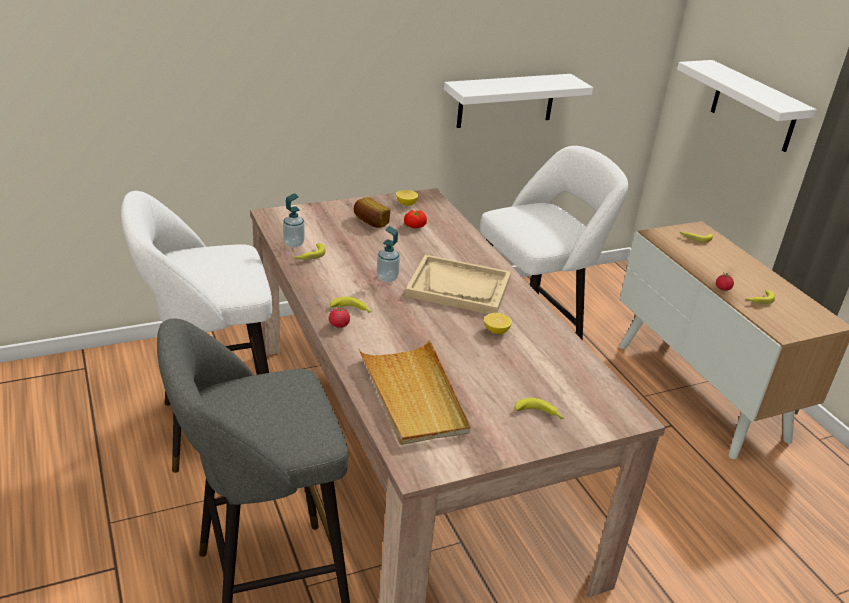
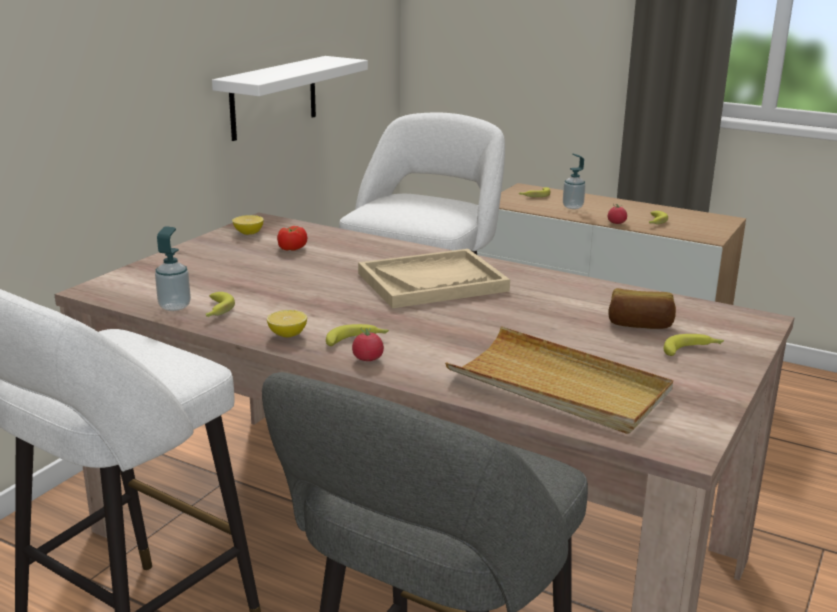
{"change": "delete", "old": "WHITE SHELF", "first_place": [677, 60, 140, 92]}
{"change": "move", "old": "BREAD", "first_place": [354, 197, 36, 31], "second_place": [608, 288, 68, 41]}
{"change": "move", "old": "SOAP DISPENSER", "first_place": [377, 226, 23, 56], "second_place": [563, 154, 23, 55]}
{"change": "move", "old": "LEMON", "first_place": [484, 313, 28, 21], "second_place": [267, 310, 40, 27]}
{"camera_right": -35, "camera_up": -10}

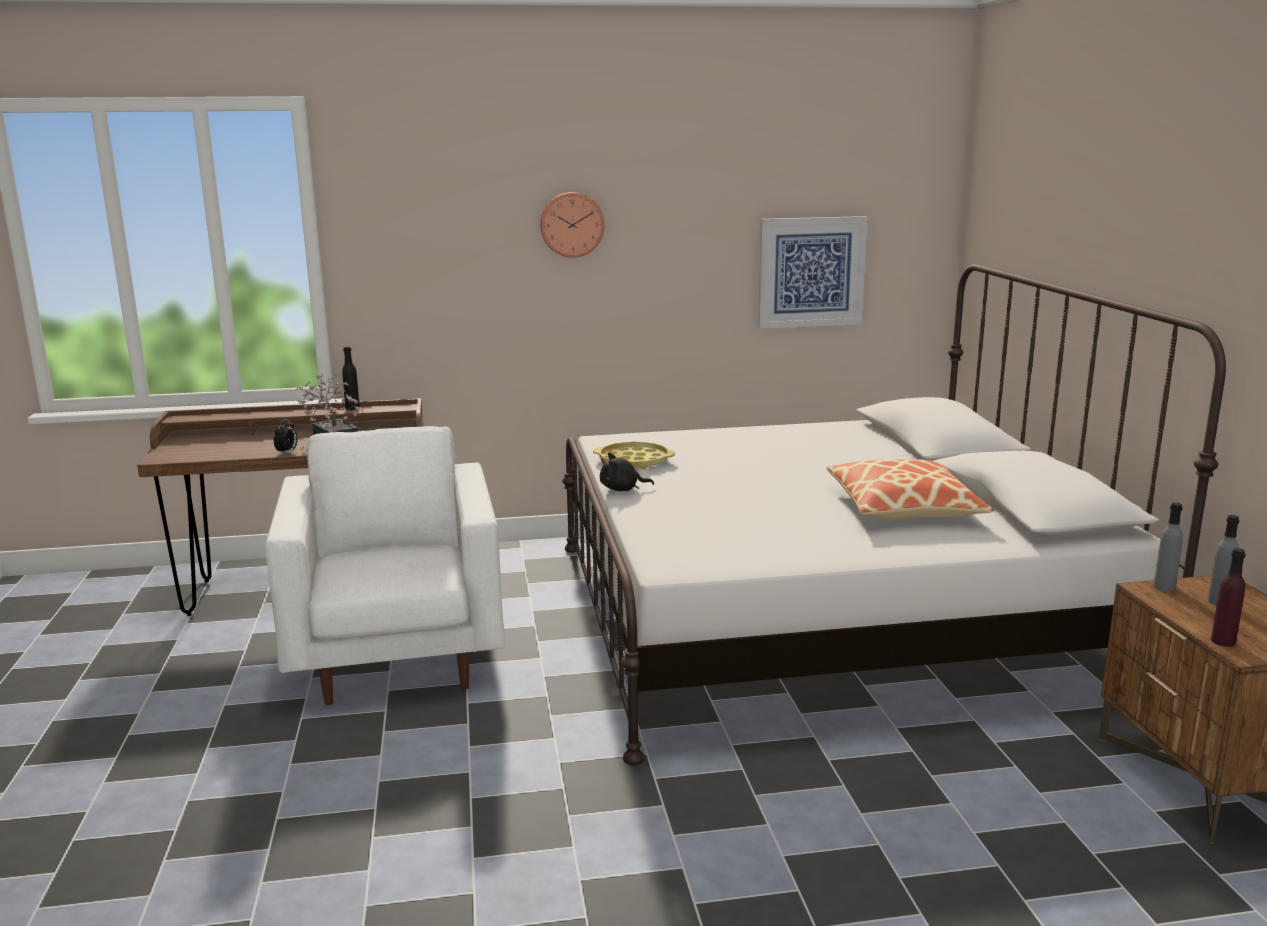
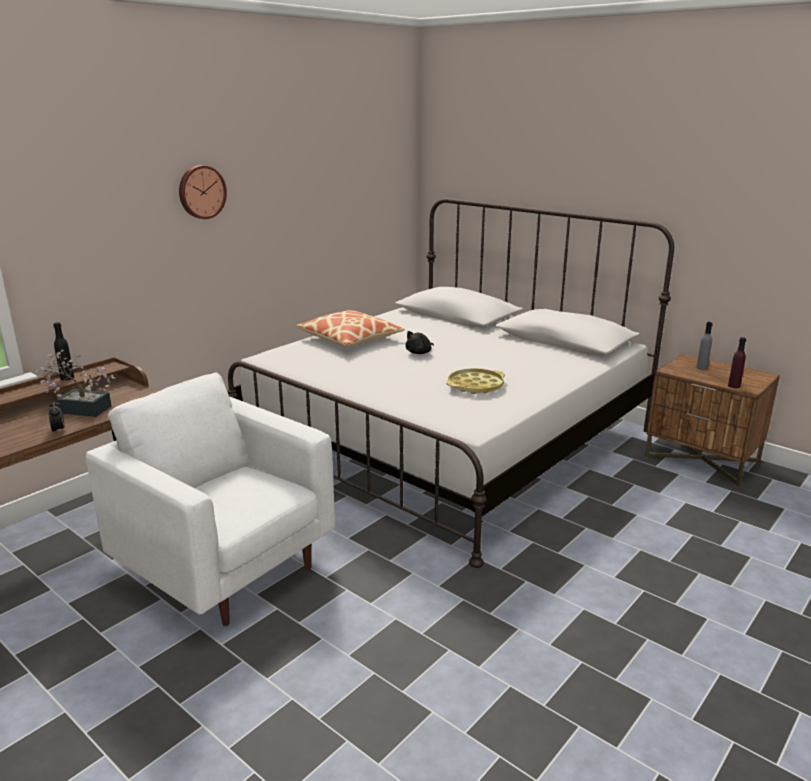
{"change": "delete", "old": "PICTURE", "first_place": [758, 216, 109, 112]}
{"change": "delete", "old": "GREY BOTTLE", "first_place": [1153, 502, 30, 89]}
{"change": "move", "old": "YELLOW TRAY", "first_place": [593, 441, 82, 28], "second_place": [446, 368, 59, 26]}
{"change": "move", "old": "BLACK PLUSH TOY", "first_place": [600, 453, 54, 38], "second_place": [406, 331, 28, 23]}
{"change": "move", "old": "PILLOW", "first_place": [826, 459, 167, 60], "second_place": [296, 310, 109, 37]}
{"camera_right": -40, "camera_up": 5}

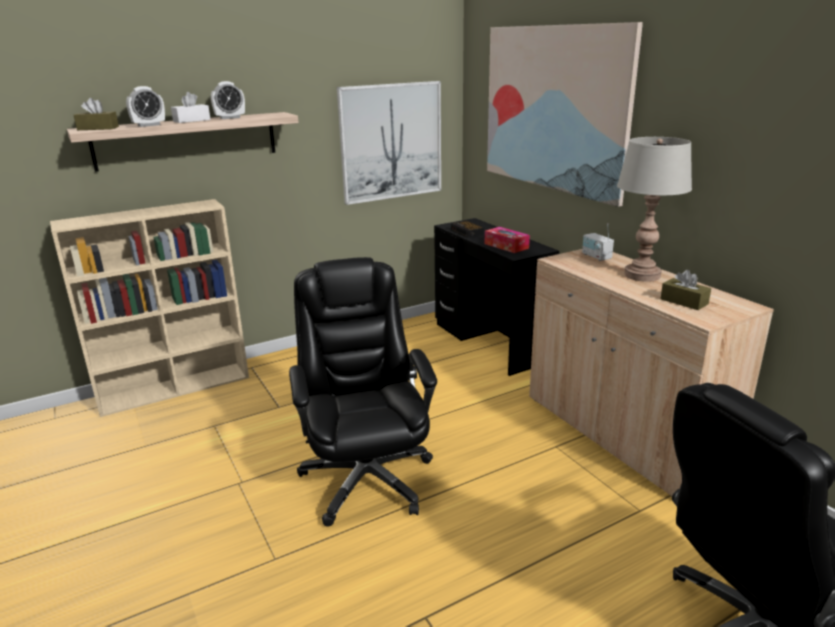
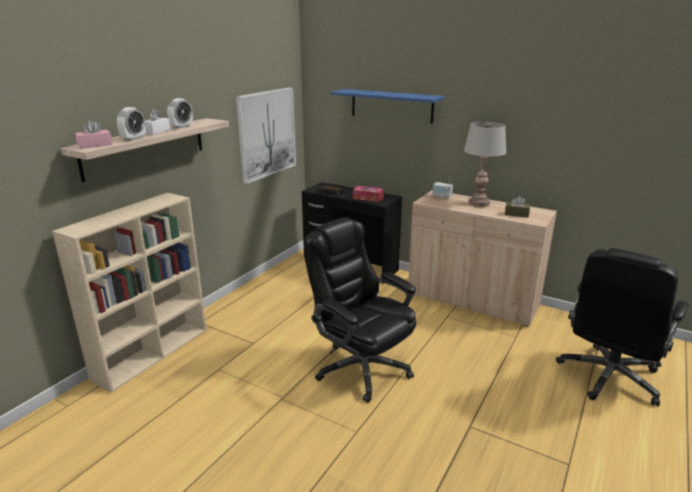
{"change": "replace", "old": "PICTURE", "new": "BLUE SHELF", "first_place": [487, 22, 156, 185], "second_place": [330, 89, 115, 35]}
{"change": "recolor", "old": "BROWN TISSUE BOX", "new": "PINK TISSUE BOX", "first_place": [74, 98, 45, 32], "second_place": [75, 120, 38, 29]}
{"camera_right": -30, "camera_up": 0}

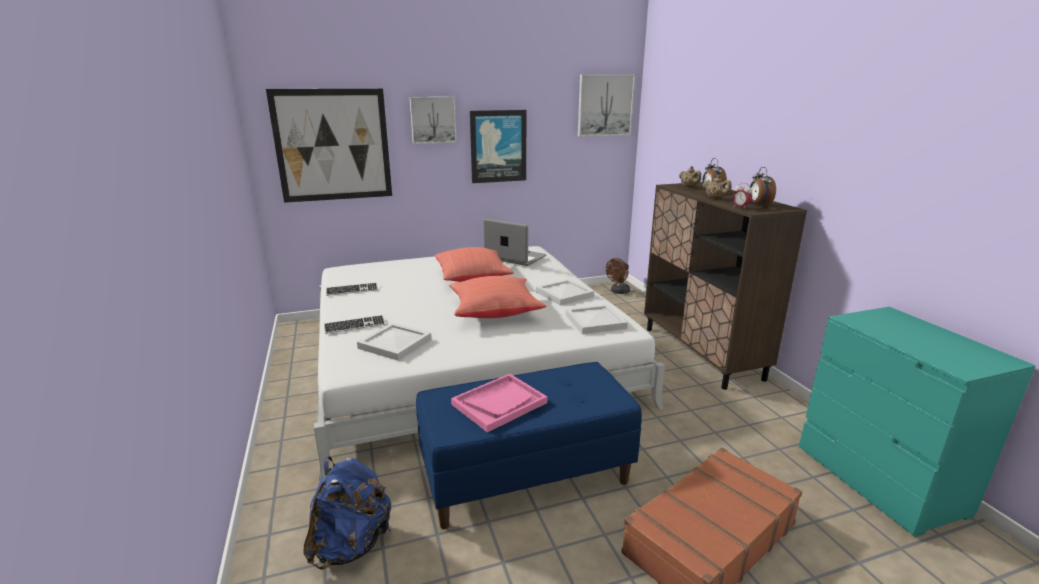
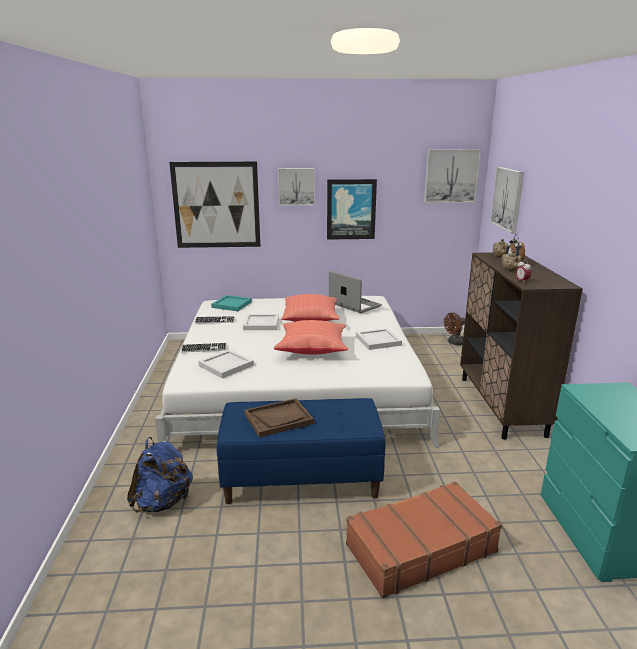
{"change": "delete", "old": "ALARM CLOCK", "first_place": [750, 167, 26, 39]}
{"change": "insert", "new": "TURQUOISE TRAY", "second_place": [211, 295, 41, 16]}
{"change": "insert", "new": "PICTURE", "second_place": [490, 167, 34, 66]}
{"change": "move", "old": "WHITE TRAY", "first_place": [565, 304, 63, 30], "second_place": [243, 314, 36, 16]}
{"change": "recolor", "old": "PINK TRAY", "new": "BROWN TRAY", "first_place": [451, 374, 96, 58], "second_place": [245, 398, 69, 40]}
{"camera_right": 15, "camera_up": 0}

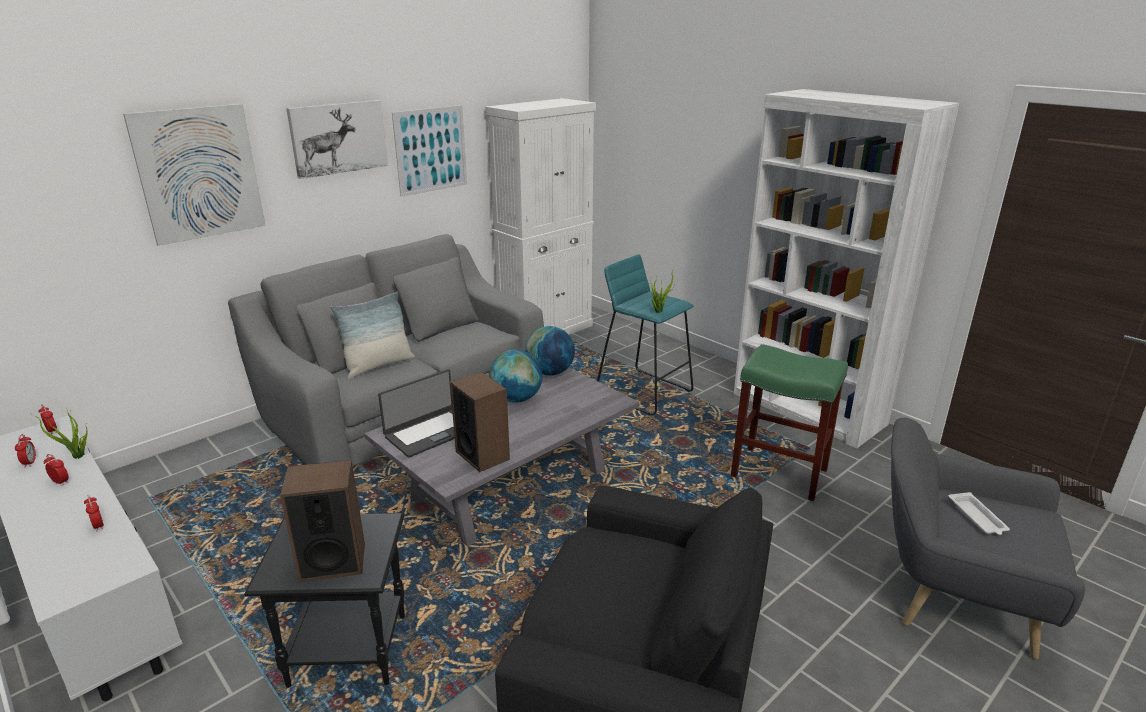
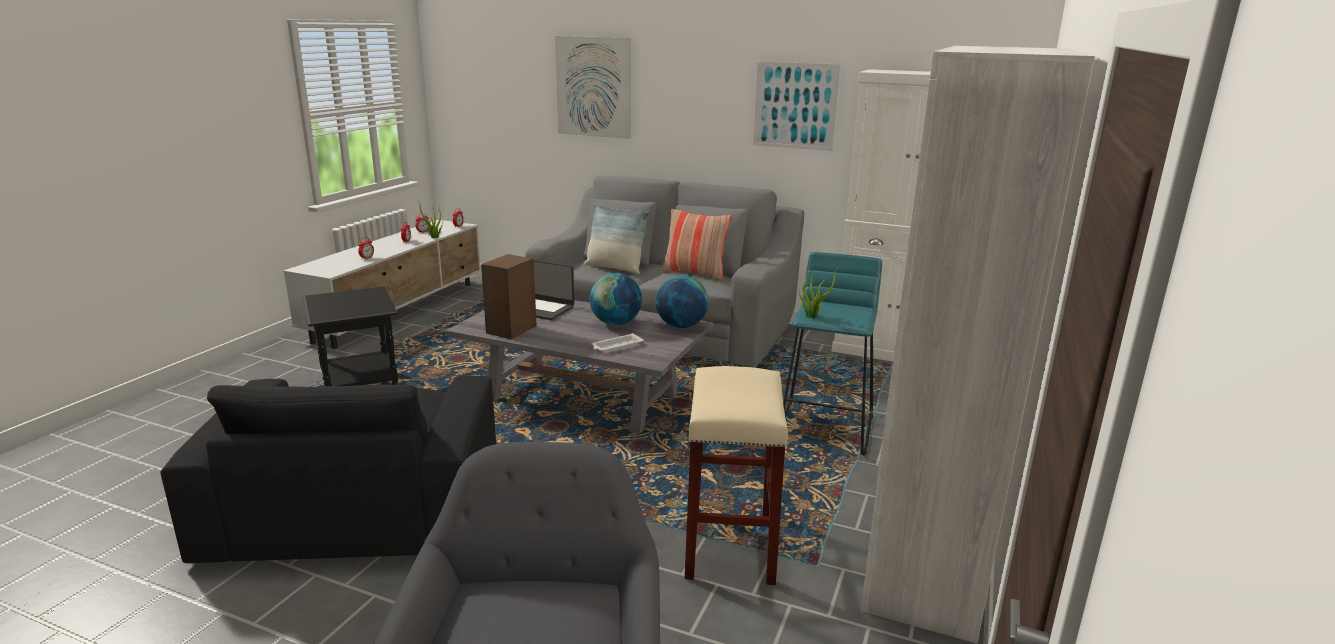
{"change": "delete", "old": "SPEAKER", "first_place": [280, 460, 85, 122]}
{"change": "delete", "old": "PICTURE", "first_place": [286, 100, 102, 79]}
{"change": "insert", "new": "PILLOW", "second_place": [661, 209, 71, 71]}
{"change": "move", "old": "WHITE TRAY", "first_place": [949, 492, 61, 43], "second_place": [591, 333, 52, 20]}
{"change": "recolor", "old": "GREEN STOOL", "new": "BEIGE STOOL", "first_place": [731, 344, 117, 157], "second_place": [685, 366, 103, 219]}
{"camera_right": 65, "camera_up": -5}

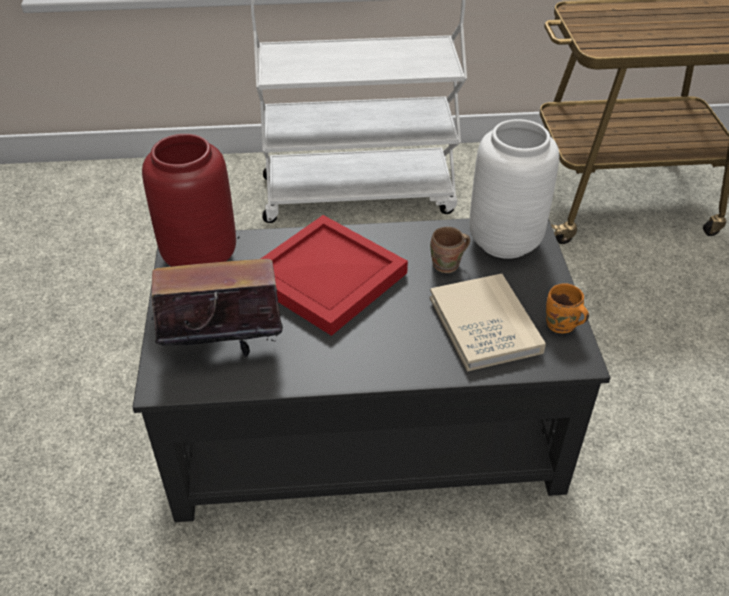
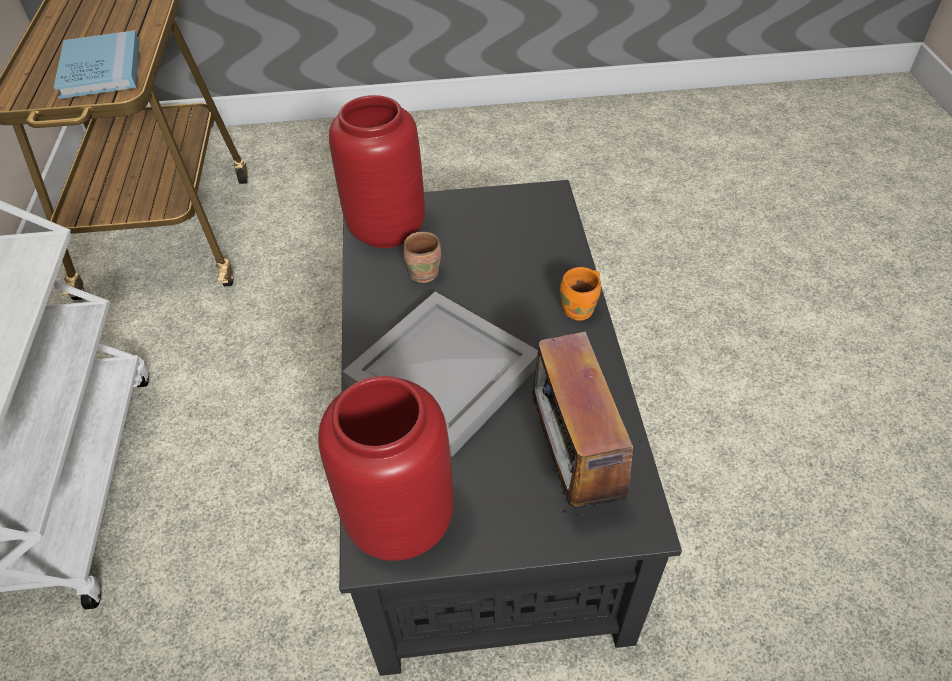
{"change": "delete", "old": "BEIGE BOOK", "first_place": [430, 274, 116, 98]}
{"change": "insert", "new": "BLUE BOOK", "second_place": [54, 30, 86, 69]}
{"change": "move", "old": "ORANGE MUG", "first_place": [546, 283, 43, 50], "second_place": [560, 267, 41, 54]}
{"change": "recolor", "old": "RED TRAY", "new": "GREY TRAY", "first_place": [261, 215, 147, 121], "second_place": [343, 292, 195, 165]}
{"change": "recolor", "old": "WHITE VASE", "new": "RED VASE", "first_place": [470, 119, 89, 140], "second_place": [329, 95, 96, 153]}
{"camera_right": -90, "camera_up": 5}

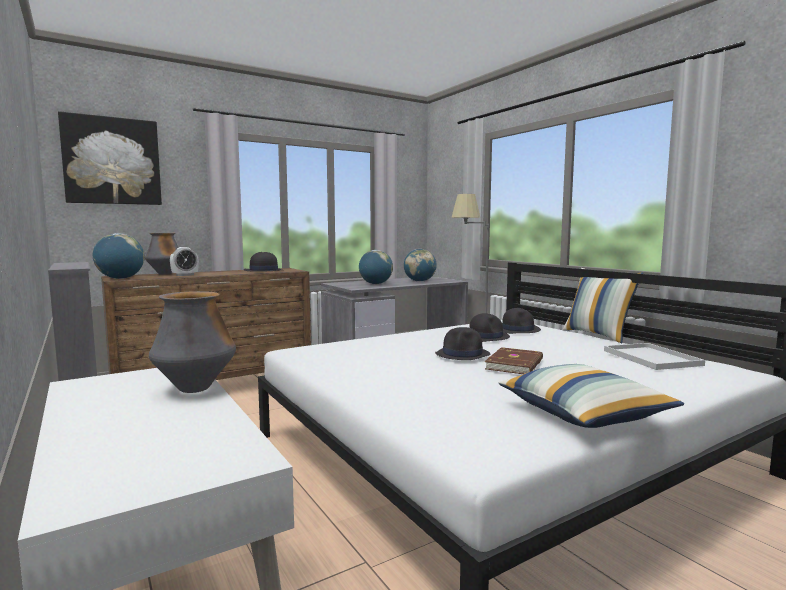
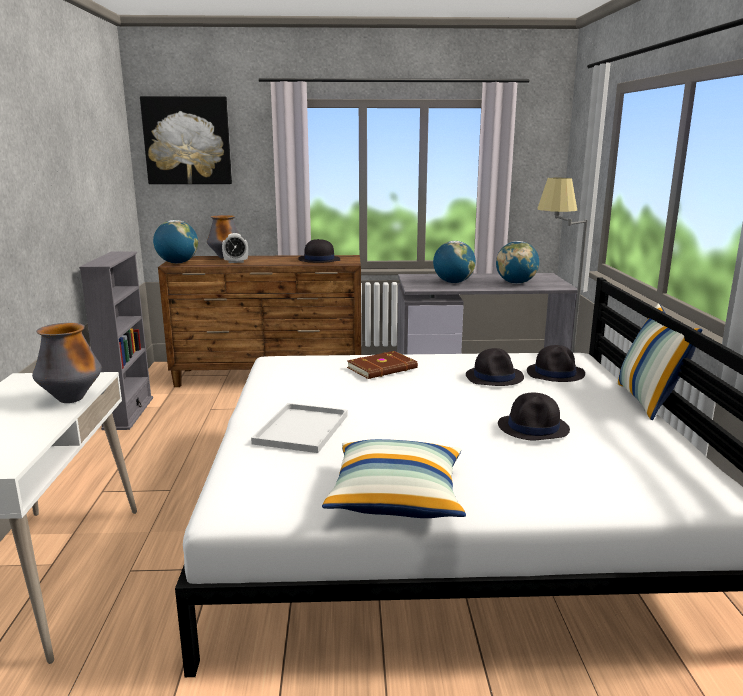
{"change": "move", "old": "BLACK HAT", "first_place": [435, 327, 55, 33], "second_place": [498, 393, 72, 47]}
{"change": "move", "old": "BROWN BOOK", "first_place": [485, 347, 58, 27], "second_place": [347, 351, 71, 28]}
{"change": "move", "old": "WHITE TRAY", "first_place": [604, 343, 101, 27], "second_place": [251, 403, 97, 50]}
{"camera_right": 30, "camera_up": 10}

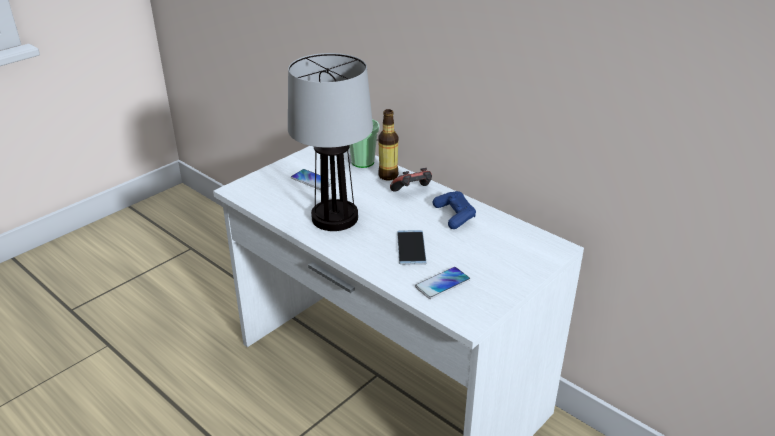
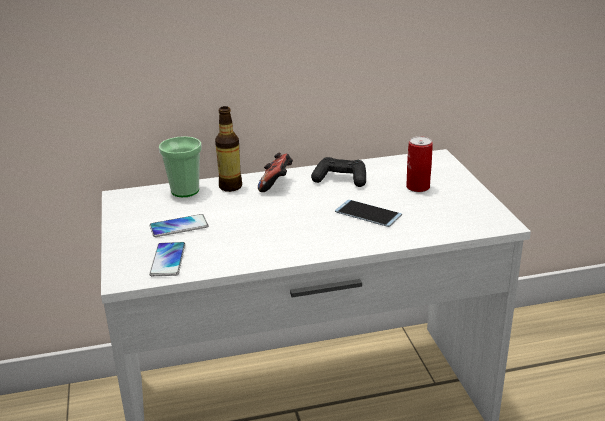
{"change": "delete", "old": "TABLE LAMP", "first_place": [288, 53, 85, 178]}
{"change": "insert", "new": "CAN", "second_place": [406, 136, 27, 56]}
{"change": "move", "old": "PHONE", "first_place": [415, 267, 55, 32], "second_place": [149, 242, 37, 34]}
{"change": "recolor", "old": "BLUE GAME CONTROLLER", "new": "BLACK GAME CONTROLLER", "first_place": [433, 191, 43, 38], "second_place": [311, 157, 55, 30]}
{"camera_right": -55, "camera_up": -5}

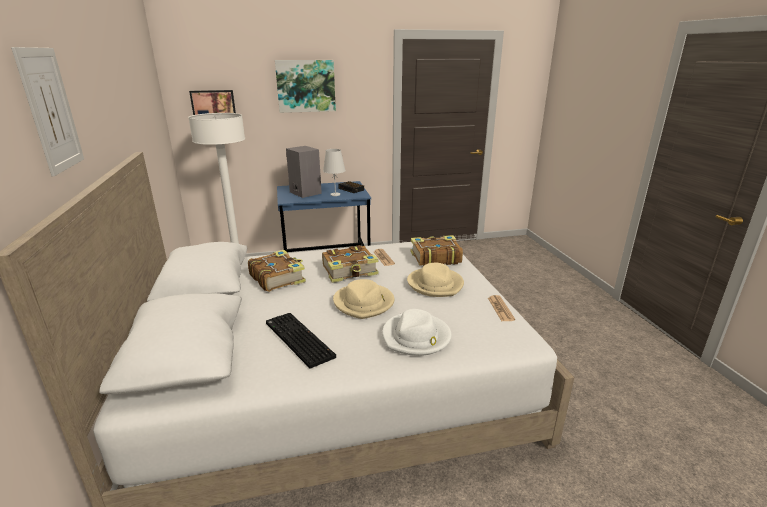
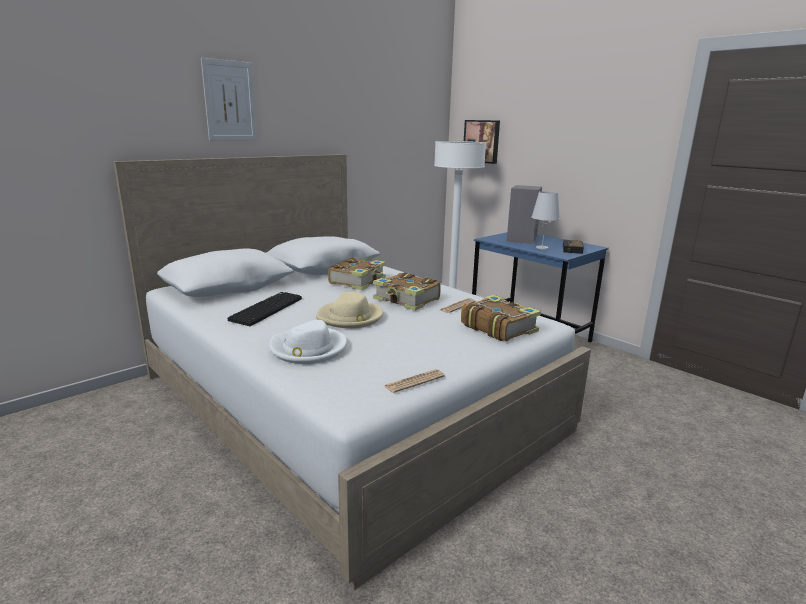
{"change": "delete", "old": "PICTURE", "first_place": [275, 60, 61, 53]}
{"change": "delete", "old": "BEIGE HAT", "first_place": [407, 263, 57, 34]}
{"camera_right": 60, "camera_up": -5}

